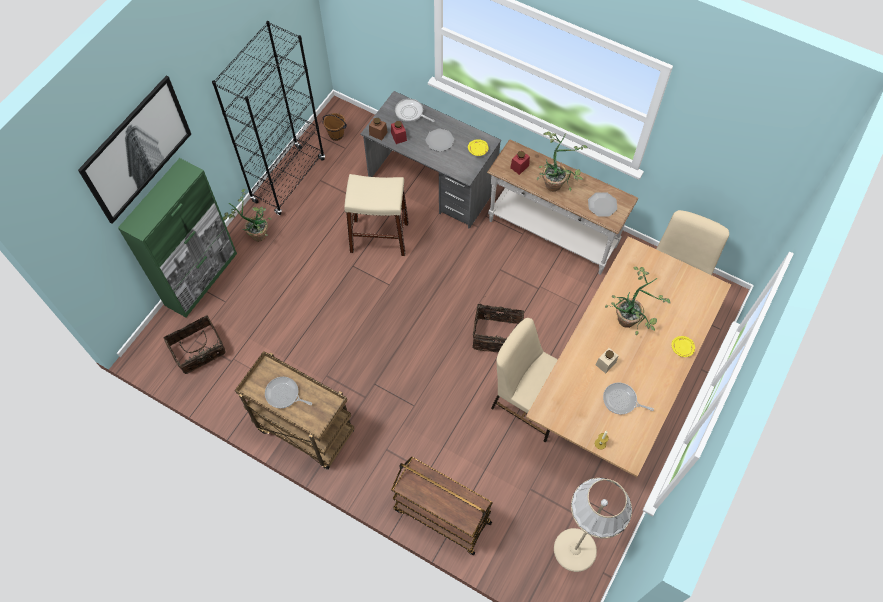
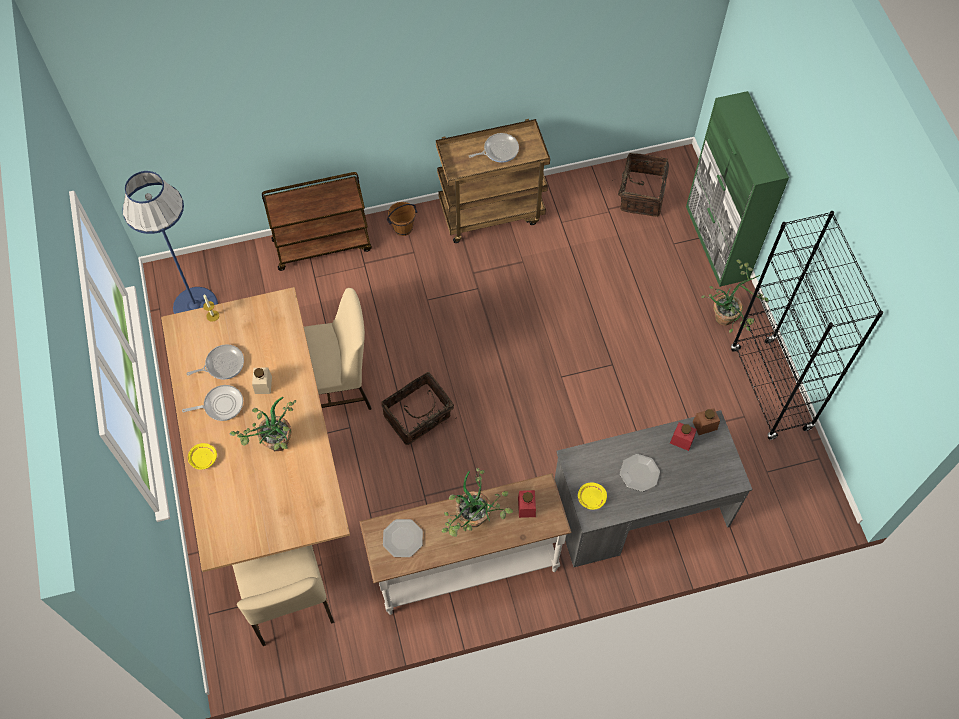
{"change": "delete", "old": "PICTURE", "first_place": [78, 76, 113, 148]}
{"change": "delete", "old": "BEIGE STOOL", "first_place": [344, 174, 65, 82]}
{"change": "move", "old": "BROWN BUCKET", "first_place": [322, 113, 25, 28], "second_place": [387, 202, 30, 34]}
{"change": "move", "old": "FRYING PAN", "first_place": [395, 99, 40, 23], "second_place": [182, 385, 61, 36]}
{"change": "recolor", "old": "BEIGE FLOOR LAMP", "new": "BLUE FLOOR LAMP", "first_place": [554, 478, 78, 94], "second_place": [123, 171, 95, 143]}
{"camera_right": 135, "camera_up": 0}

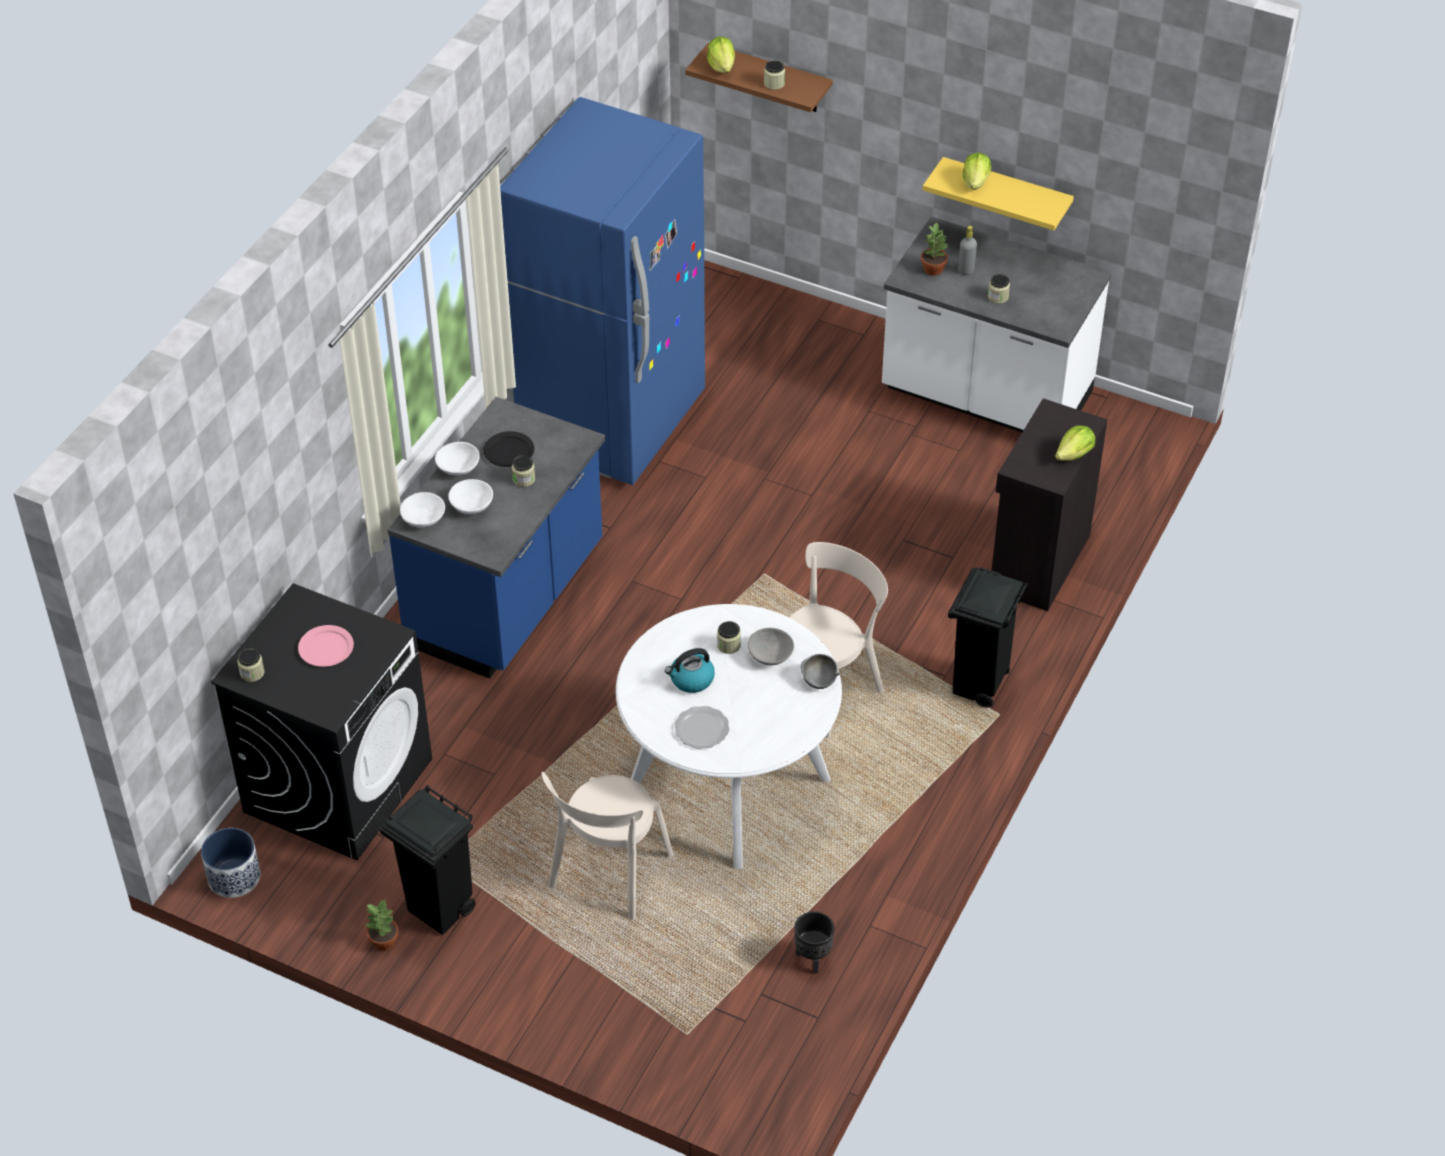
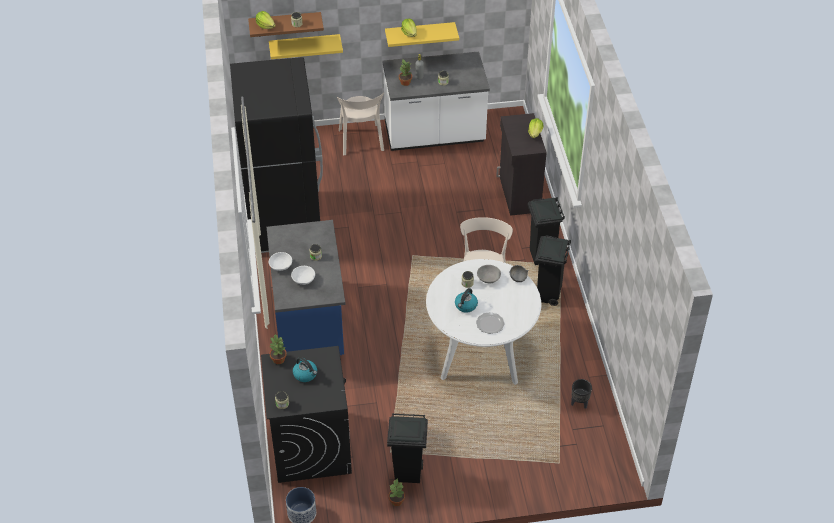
{"change": "delete", "old": "WHITE BOWL", "first_place": [400, 492, 45, 35]}
{"change": "delete", "old": "BLACK PLATE", "first_place": [483, 431, 51, 36]}
{"change": "insert", "new": "YELLOW SHELF", "second_place": [269, 34, 74, 25]}
{"change": "insert", "new": "POTTED PLANT", "second_place": [270, 334, 17, 30]}
{"change": "insert", "new": "BLACK TRASH CAN", "second_place": [535, 235, 36, 71]}
{"change": "move", "old": "BEIGE CHAIR", "first_place": [542, 772, 131, 148], "second_place": [337, 92, 47, 63]}
{"change": "replace", "old": "PINK PLATE", "new": "KETTLE", "first_place": [298, 625, 56, 42], "second_place": [293, 357, 24, 25]}
{"change": "recolor", "old": "BLUE FRIDGE", "new": "BLACK FRIDGE", "first_place": [500, 97, 205, 388], "second_place": [230, 57, 93, 197]}
{"camera_right": -35, "camera_up": 0}

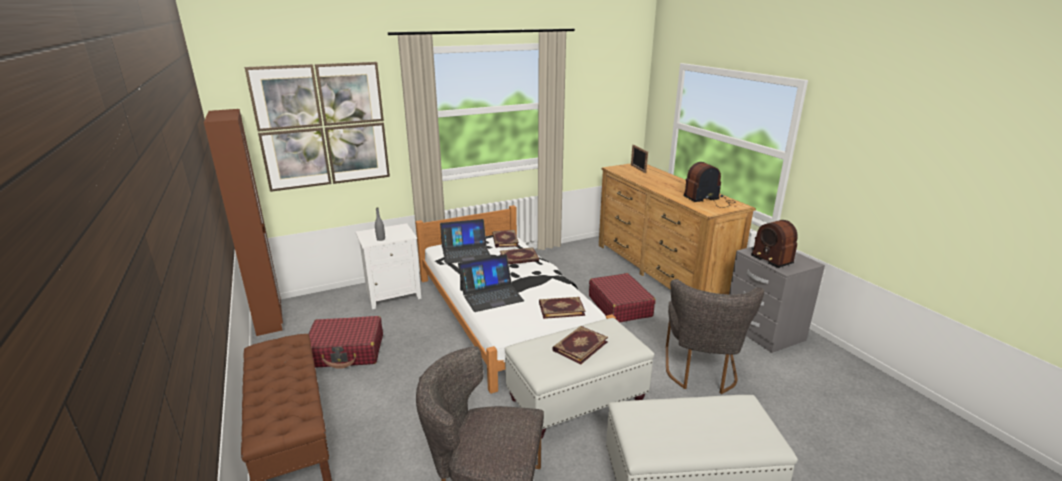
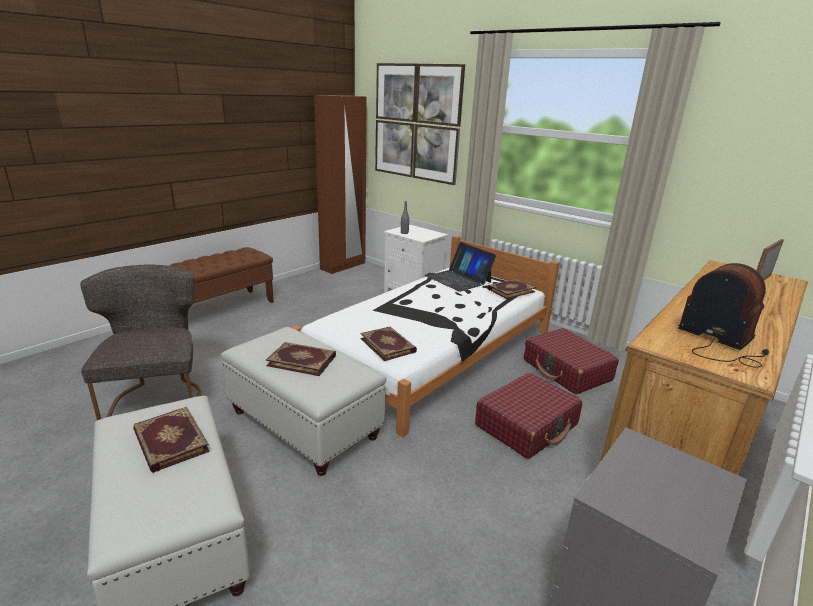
{"change": "delete", "old": "LAPTOP", "first_place": [458, 254, 66, 58]}
{"change": "delete", "old": "GREY CHAIR", "first_place": [666, 279, 98, 115]}
{"change": "delete", "old": "RADIO", "first_place": [751, 220, 47, 48]}
{"change": "move", "old": "RED SUITCASE", "first_place": [308, 316, 75, 53], "second_place": [524, 328, 95, 66]}
{"change": "move", "old": "BOOK", "first_place": [500, 247, 39, 17], "second_place": [133, 407, 77, 66]}
{"camera_right": 65, "camera_up": 0}

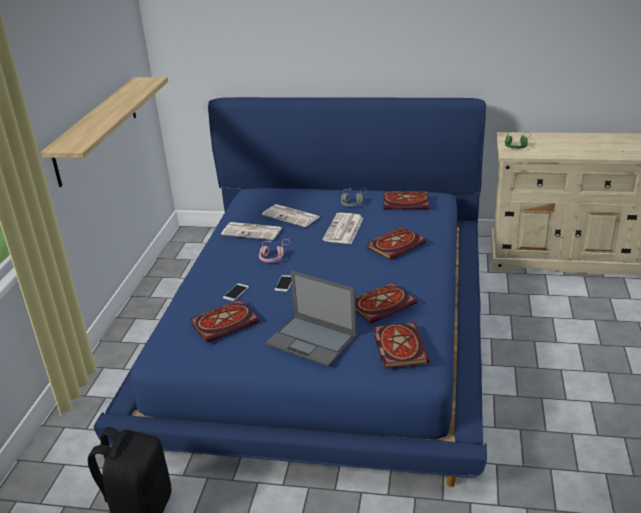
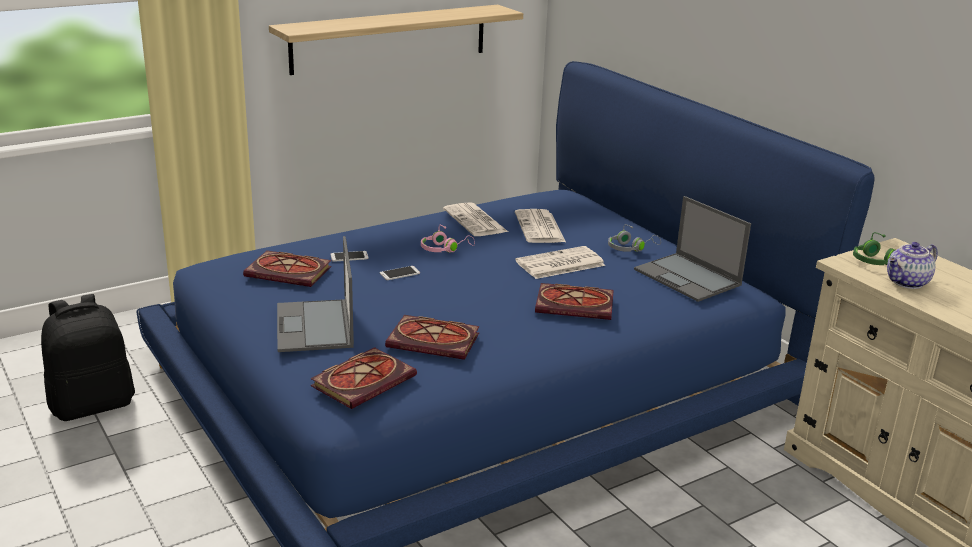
{"change": "insert", "new": "TEAPOT", "second_place": [887, 242, 51, 47]}
{"change": "replace", "old": "BOOK", "new": "LAPTOP", "first_place": [384, 191, 45, 19], "second_place": [634, 196, 117, 106]}
{"camera_right": 45, "camera_up": -5}

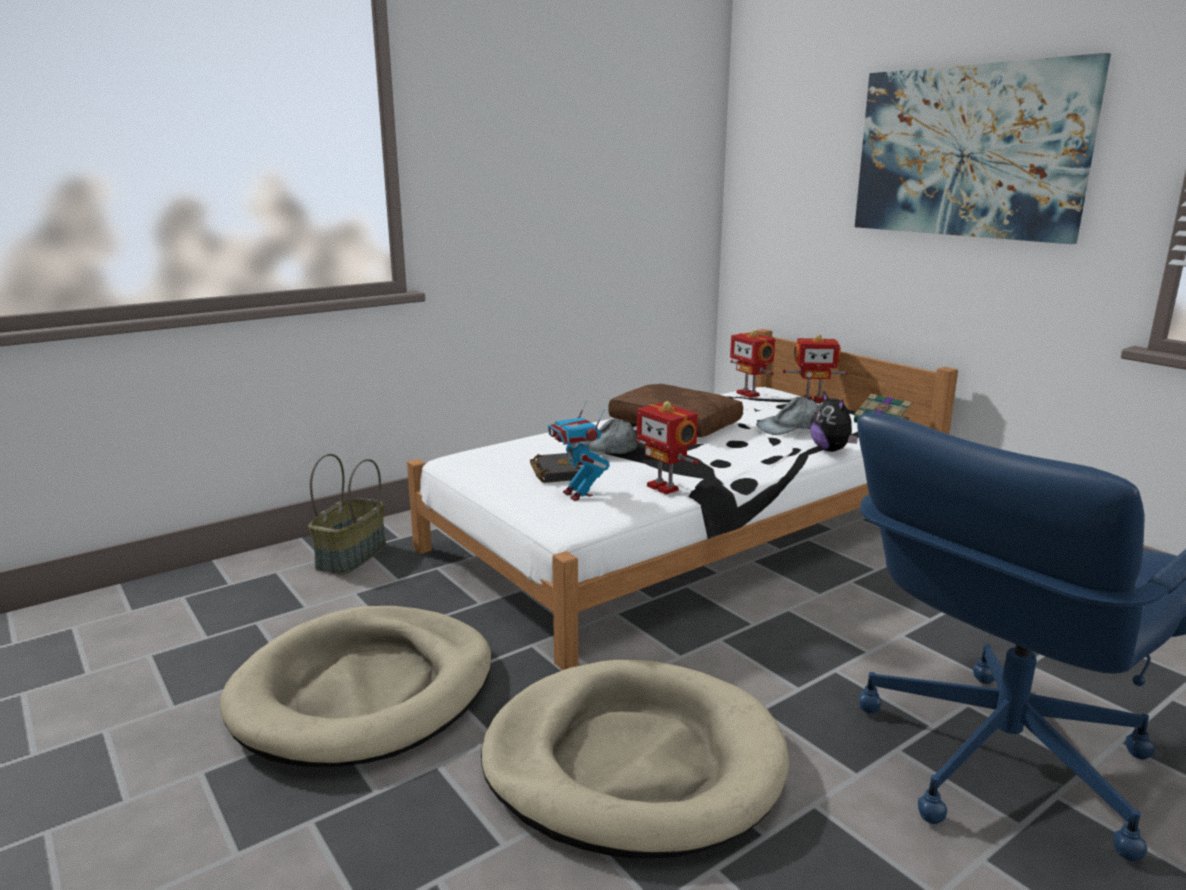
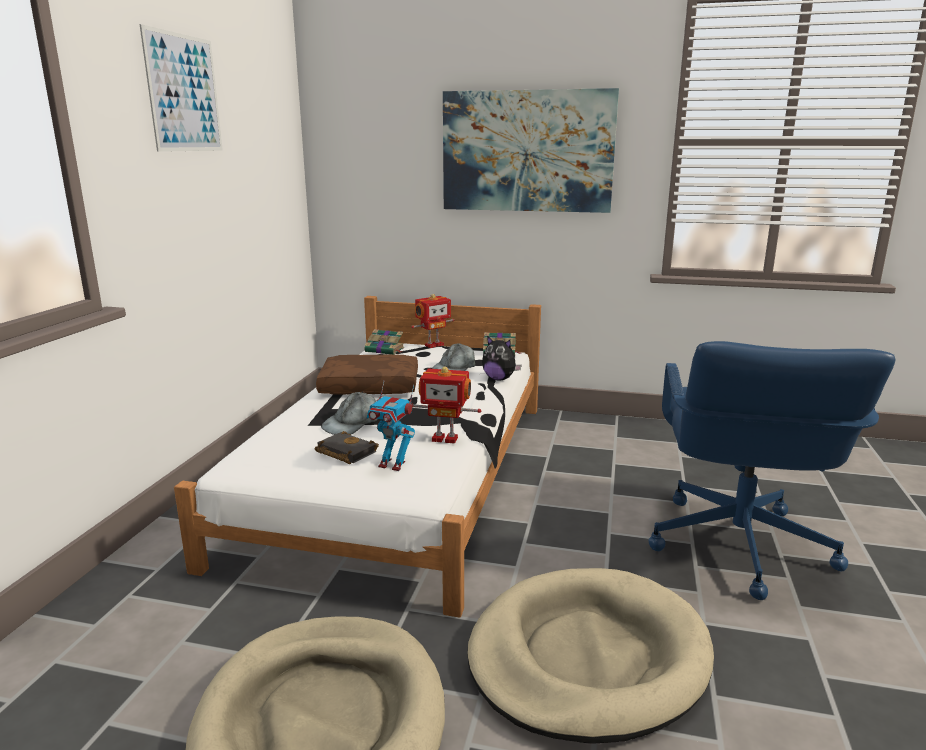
{"change": "delete", "old": "BASKET", "first_place": [308, 454, 78, 121]}
{"change": "insert", "new": "PICTURE", "second_place": [139, 24, 84, 128]}
{"change": "replace", "old": "TOY ROBOT", "new": "BOOK", "first_place": [730, 330, 45, 68], "second_place": [364, 329, 40, 26]}
{"camera_right": -40, "camera_up": 0}

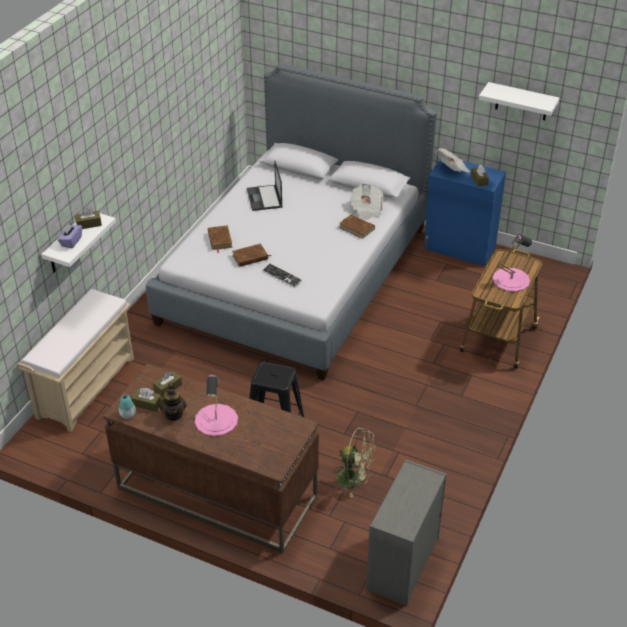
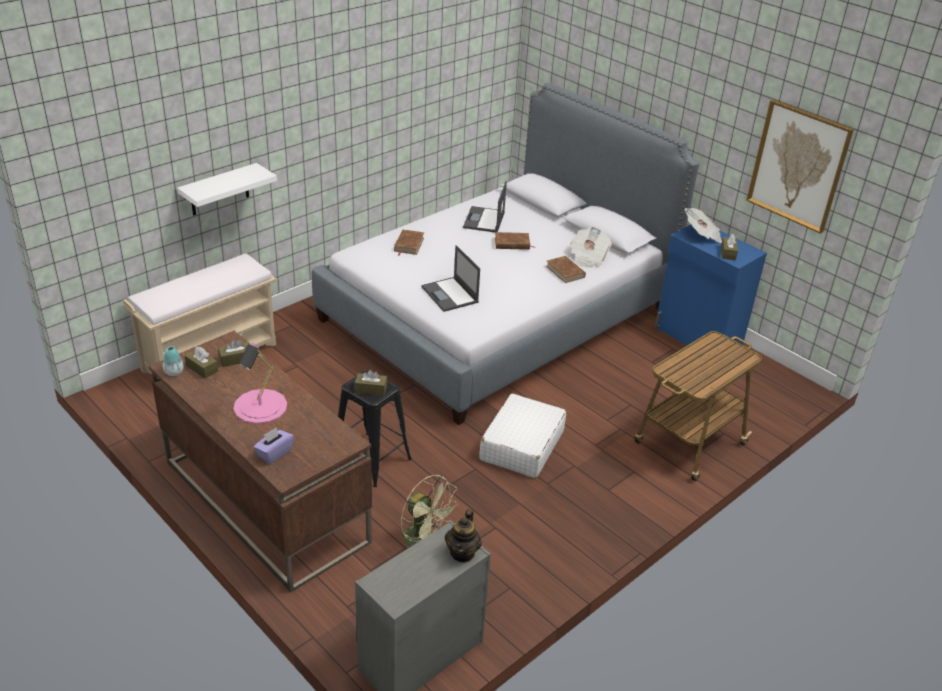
{"change": "delete", "old": "PINK TABLE LAMP", "first_place": [493, 234, 39, 58]}
{"change": "insert", "new": "WHITE SUITCASE", "second_place": [480, 394, 86, 84]}
{"change": "move", "old": "PURPLE TISSUE BOX", "first_place": [57, 223, 25, 25], "second_place": [253, 427, 41, 37]}
{"change": "move", "old": "BROWN TISSUE BOX", "first_place": [75, 208, 27, 21], "second_place": [355, 370, 32, 26]}
{"change": "move", "old": "TEAPOT", "first_place": [159, 383, 27, 38], "second_place": [445, 509, 37, 54]}
{"change": "move", "old": "BROWN BOOK", "first_place": [232, 244, 39, 23], "second_place": [495, 232, 40, 18]}
{"change": "replace", "old": "KEYBOARD", "new": "LAPTOP", "first_place": [262, 263, 40, 25], "second_place": [421, 245, 59, 67]}
{"change": "replace", "old": "WHITE SHELF", "new": "PICTURE", "first_place": [479, 82, 80, 38], "second_place": [746, 99, 108, 135]}
{"camera_right": 20, "camera_up": -5}

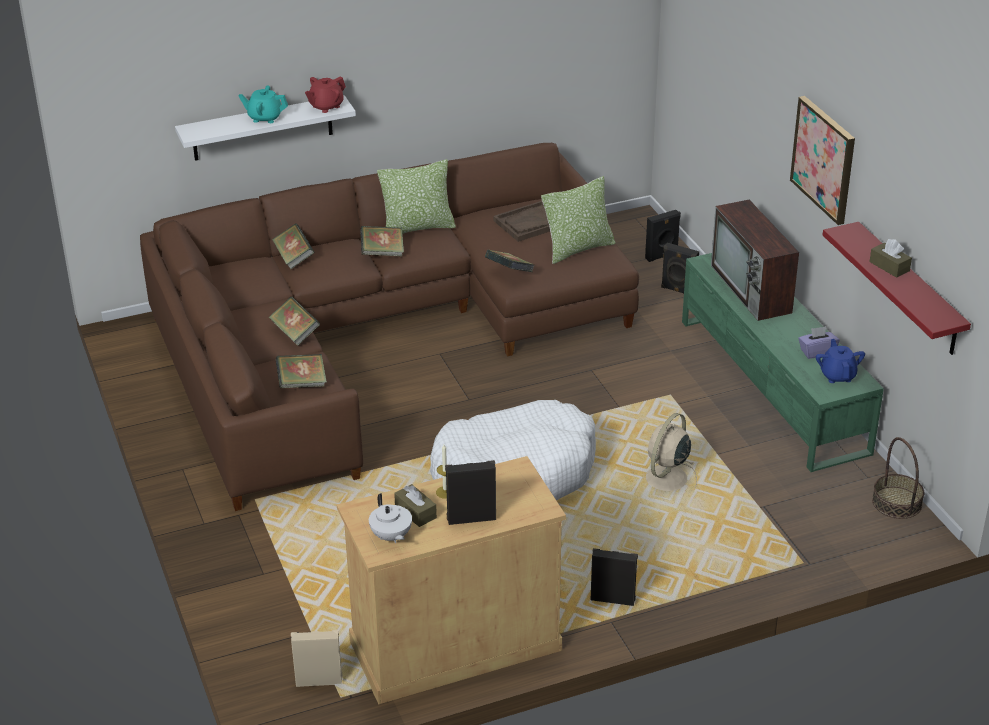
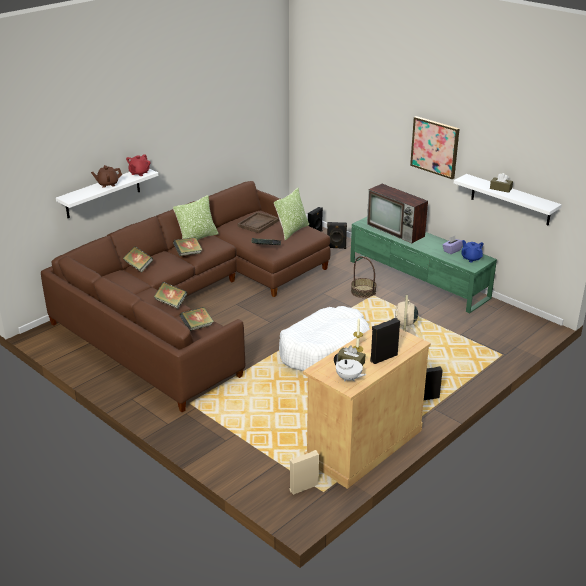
{"change": "move", "old": "BASKET", "first_place": [872, 437, 52, 82], "second_place": [351, 256, 26, 42]}
{"change": "recolor", "old": "TURQUOISE TEAPOT", "new": "BROWN TEAPOT", "first_place": [238, 85, 50, 38], "second_place": [91, 165, 31, 23]}
{"change": "recolor", "old": "RED SHELF", "new": "WHITE SHELF", "first_place": [823, 222, 148, 133], "second_place": [454, 174, 108, 52]}
{"camera_right": -25, "camera_up": -5}

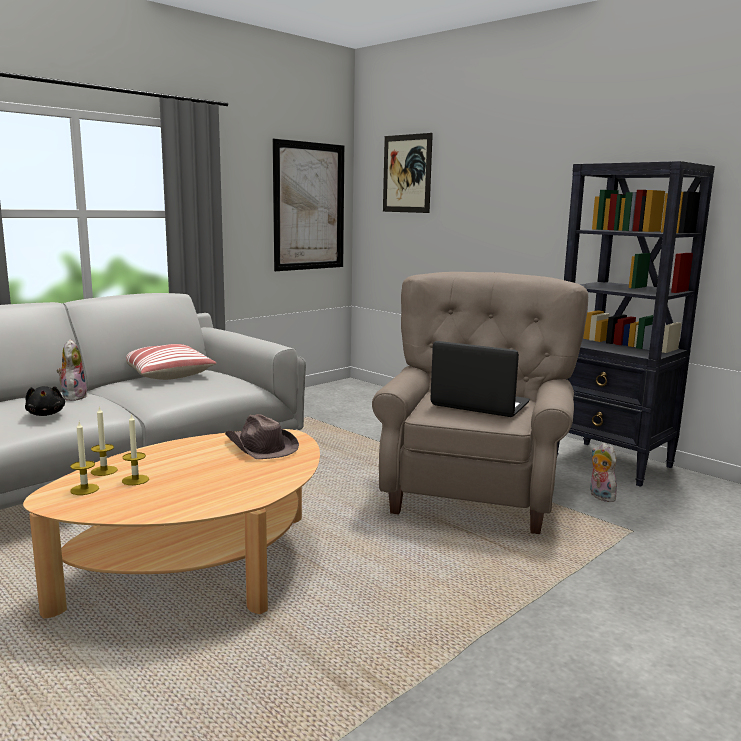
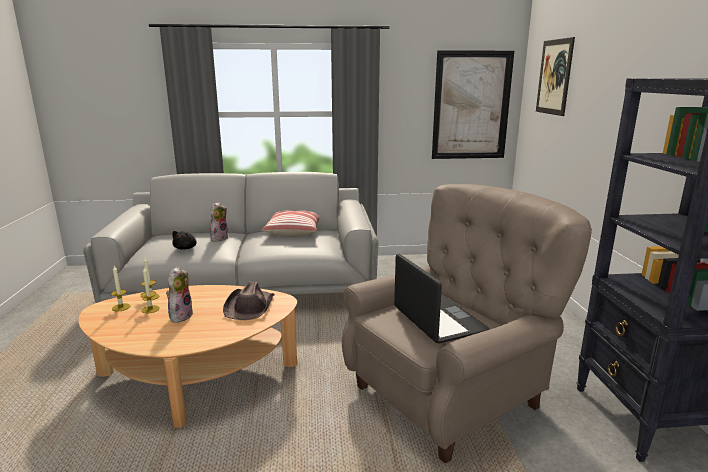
{"change": "move", "old": "PLUSH TOY", "first_place": [590, 443, 27, 59], "second_place": [166, 266, 28, 57]}
{"camera_right": 40, "camera_up": 5}

